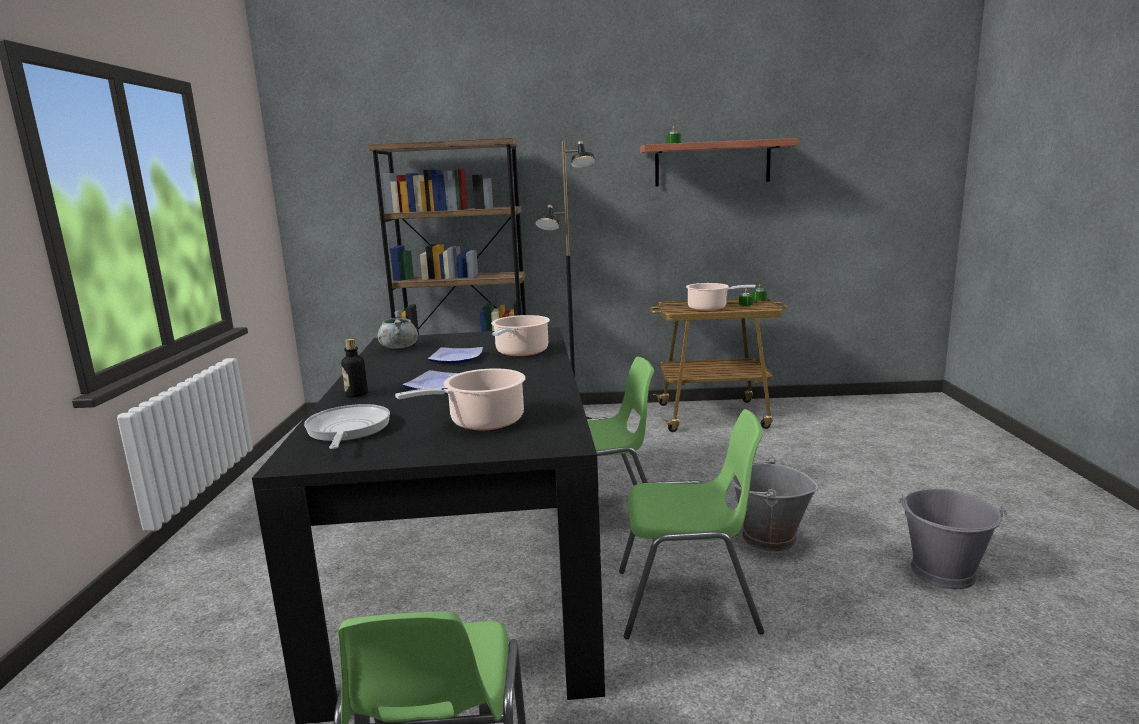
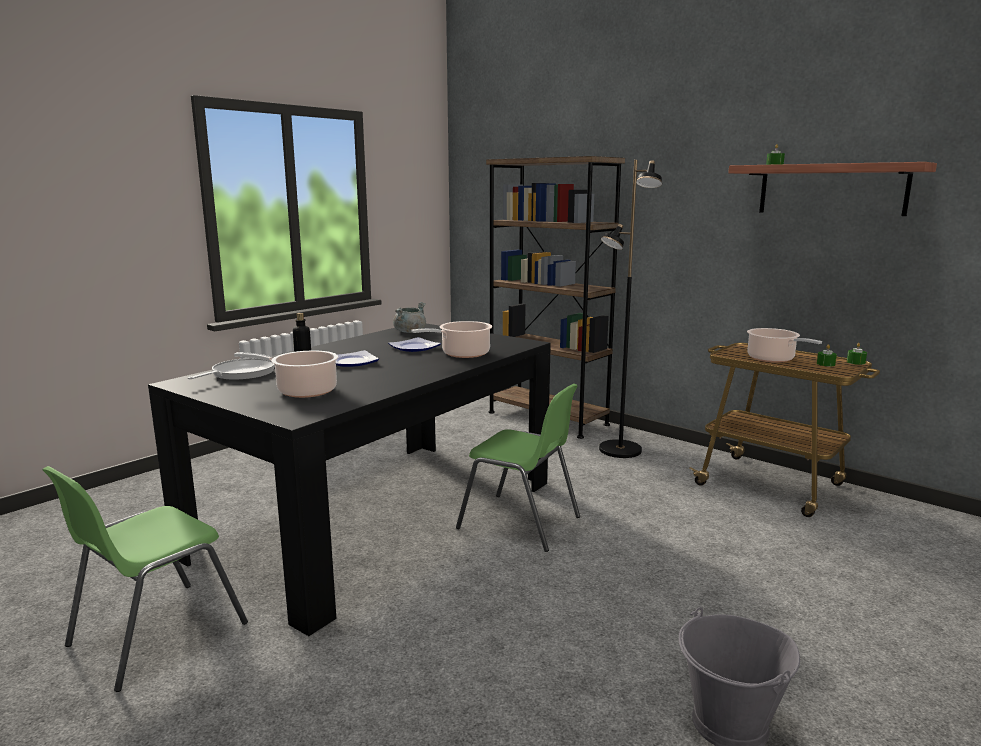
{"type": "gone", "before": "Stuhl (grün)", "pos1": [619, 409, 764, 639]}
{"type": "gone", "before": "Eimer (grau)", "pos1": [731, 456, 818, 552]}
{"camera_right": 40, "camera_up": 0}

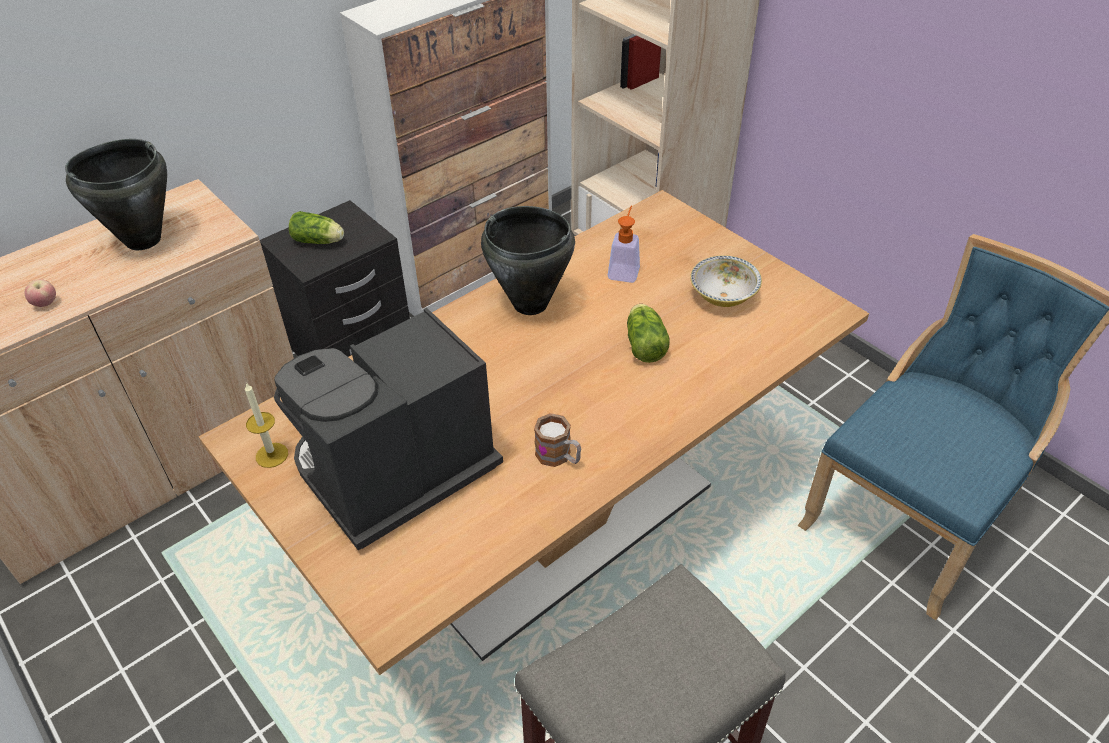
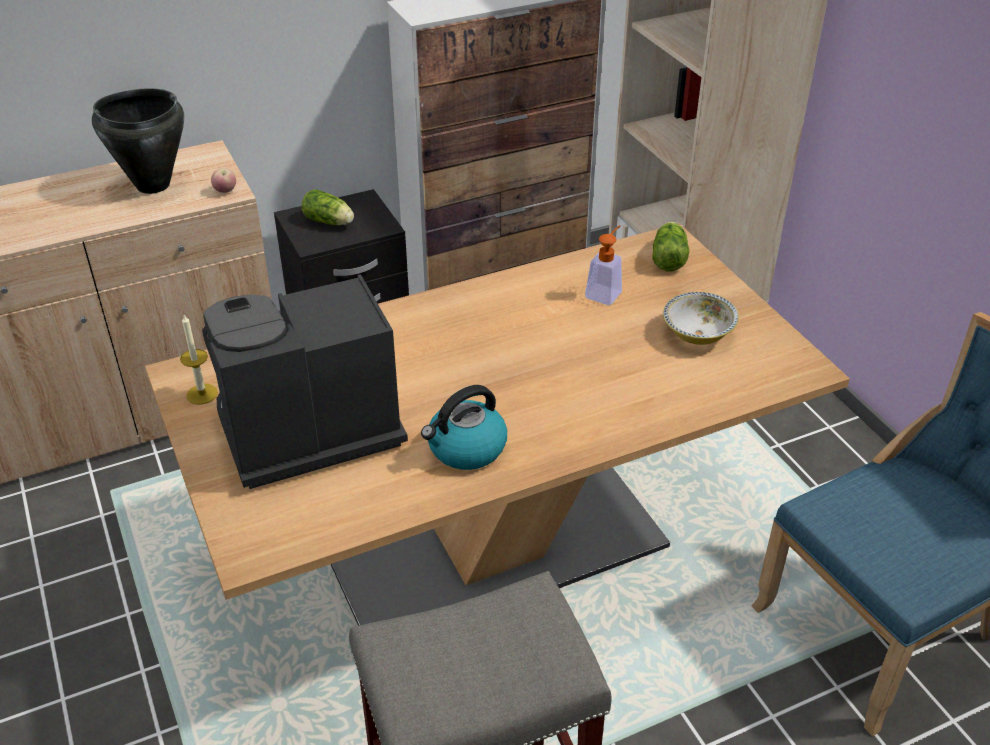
{"type": "shifted", "before": "Apfel", "pos1": [24, 279, 56, 307], "pos2": [211, 168, 236, 193]}
{"type": "swapped", "before": "Henkelbecher", "after": "Wasserkessel", "pos1": [534, 413, 581, 467], "pos2": [421, 385, 507, 470]}
{"type": "shifted", "before": "Salatkopf", "pos1": [627, 304, 670, 363], "pos2": [652, 222, 689, 271]}
{"type": "gone", "before": "Kochtopf (schwarz)", "pos1": [481, 206, 575, 315]}
{"camera_right": 15, "camera_up": -5}

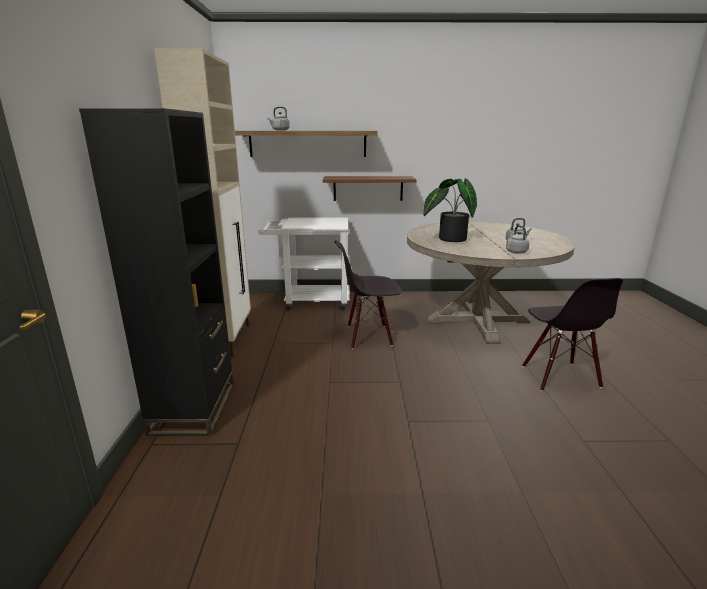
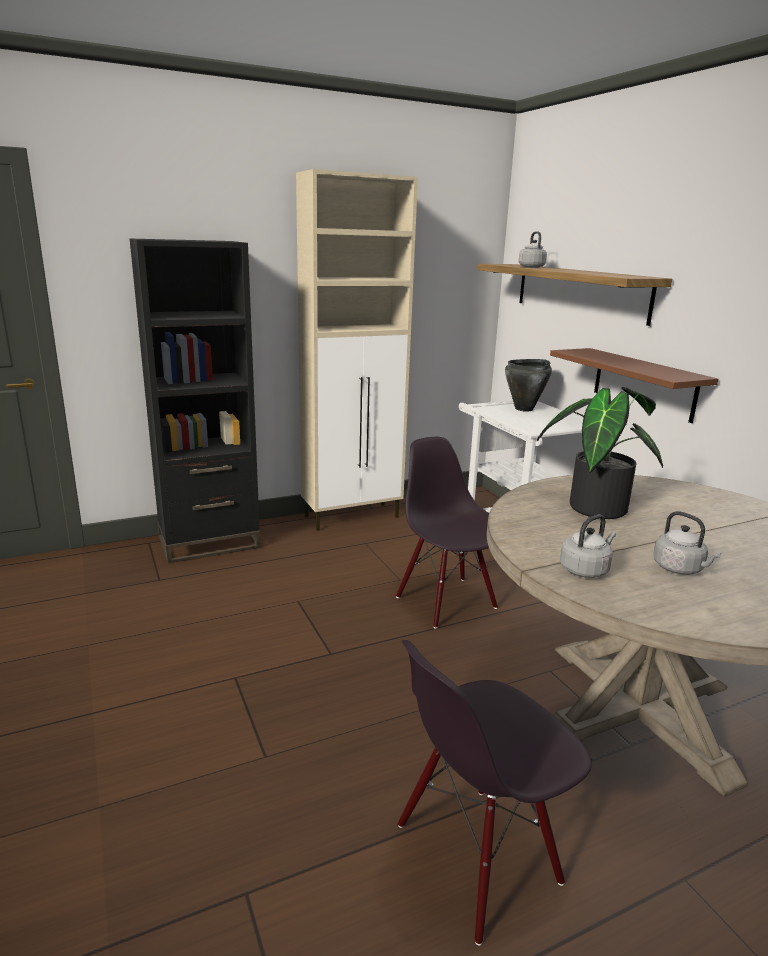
{"type": "new", "after": "Kochtopf (schwarz)", "pos2": [505, 359, 552, 412]}
{"camera_right": 65, "camera_up": 0}

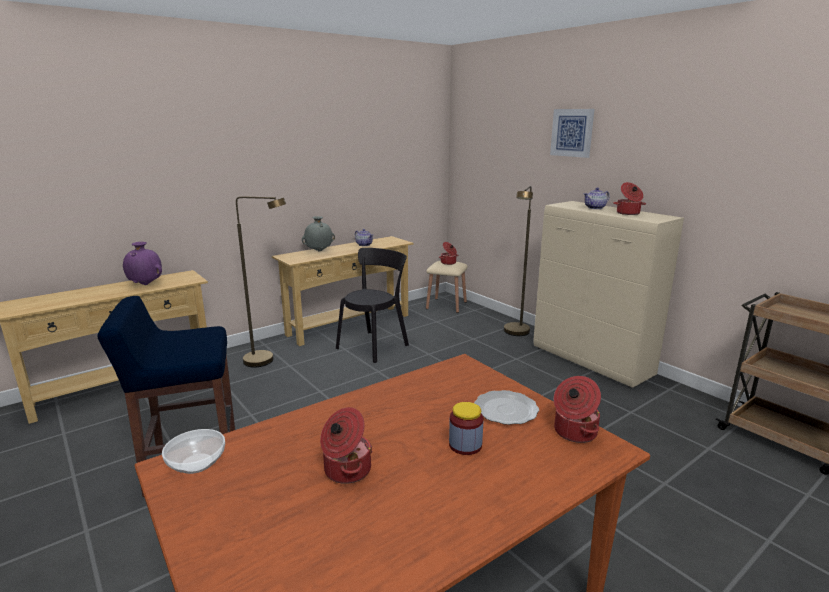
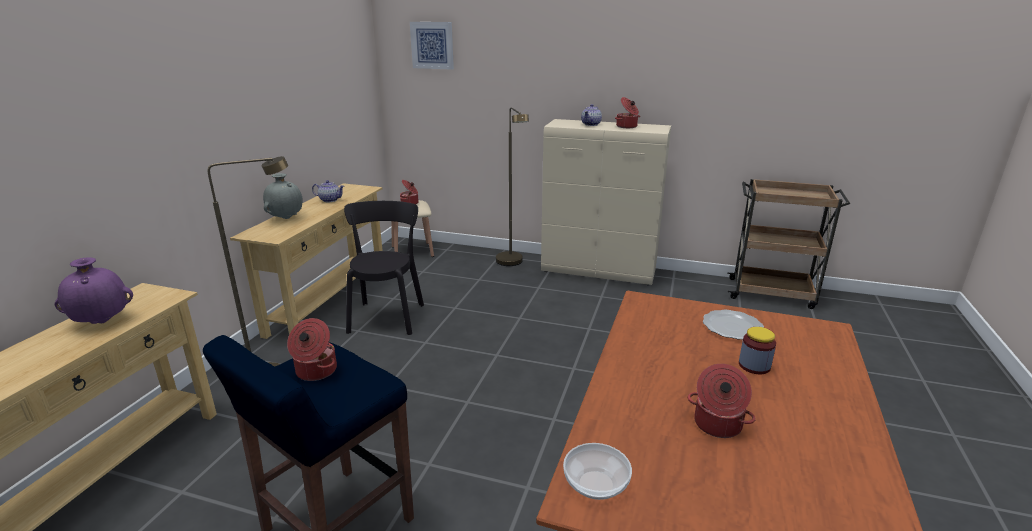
{"type": "shifted", "before": "Kochtopf", "pos1": [554, 376, 601, 443], "pos2": [287, 318, 337, 381]}
{"type": "shifted", "before": "Bild", "pos1": [550, 109, 594, 158], "pos2": [410, 22, 454, 70]}
{"camera_right": -35, "camera_up": 5}

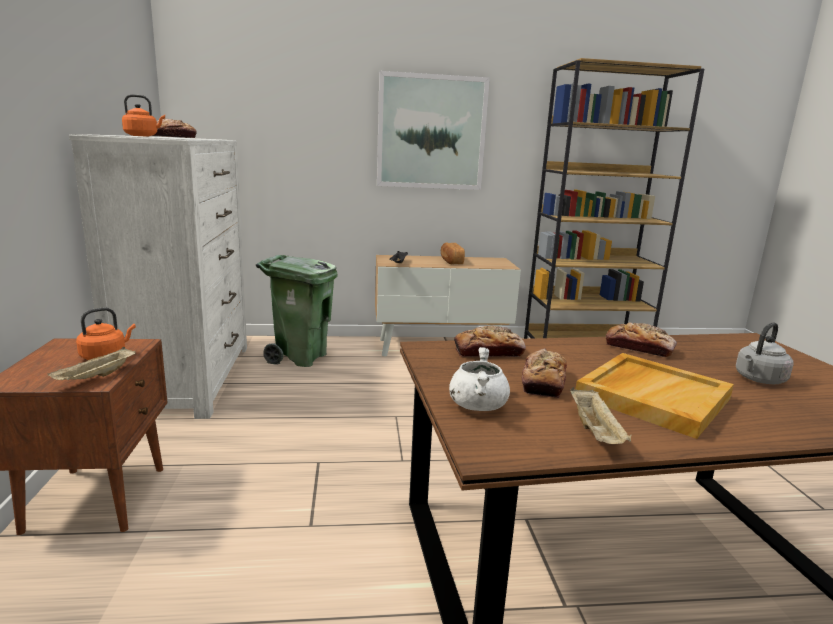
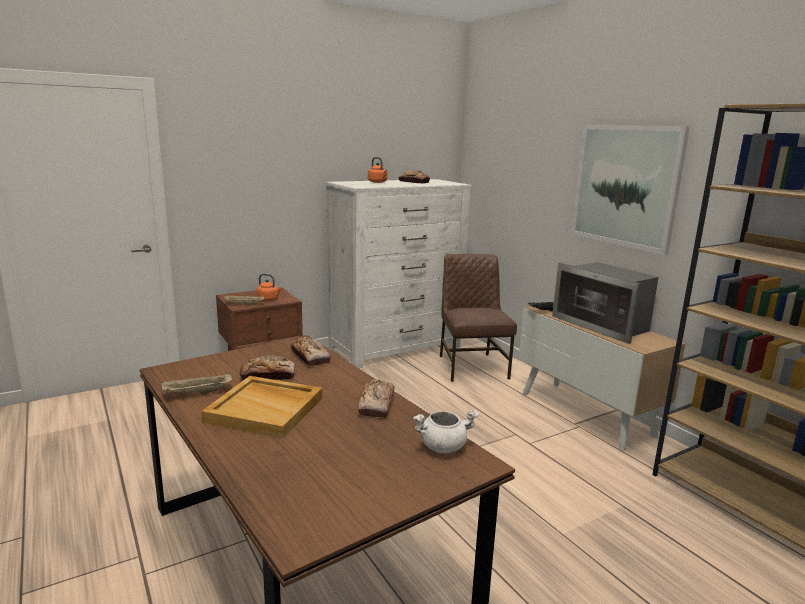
{"type": "shifted", "before": "Kochtopf (weiß)", "pos1": [449, 347, 510, 411], "pos2": [413, 410, 479, 453]}
{"type": "swapped", "before": "Mülleimer (grün)", "after": "Stuhl (braun)", "pos1": [256, 255, 338, 367], "pos2": [440, 254, 517, 382]}
{"type": "swapped", "before": "Brot", "after": "Mikrowelle", "pos1": [441, 242, 465, 264], "pos2": [552, 262, 659, 344]}
{"type": "gone", "before": "Wasserkessel (grau)", "pos1": [736, 322, 794, 384]}
{"camera_right": 65, "camera_up": 0}

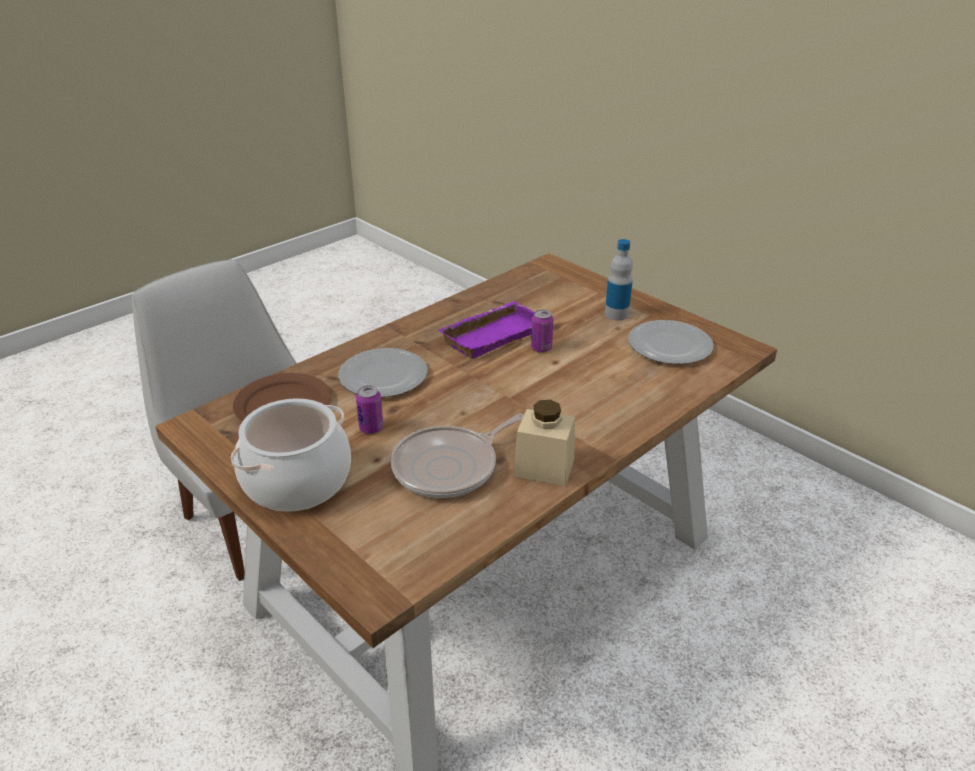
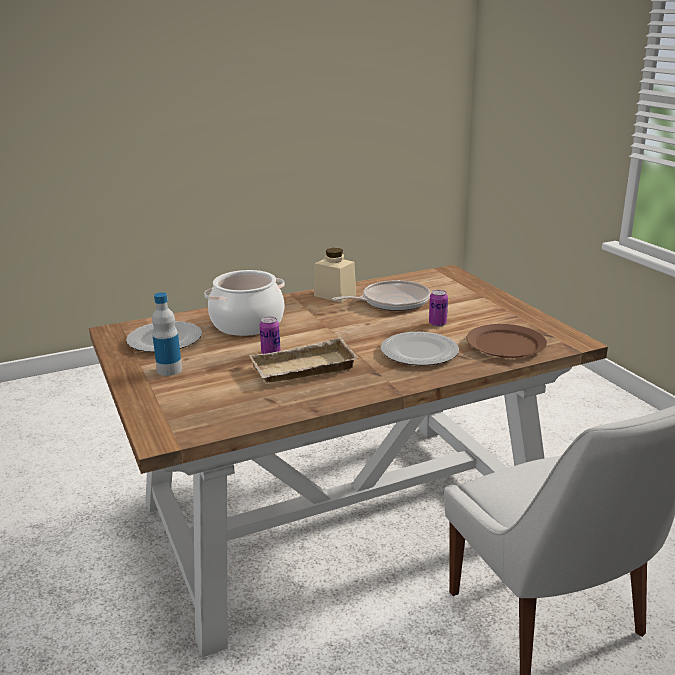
{"type": "shifted", "before": "Kochtopf", "pos1": [231, 398, 351, 512], "pos2": [204, 270, 285, 336]}
{"type": "repainted", "before": "Tablett (lila)", "after": "Tablett (beige)", "pos1": [438, 301, 534, 359], "pos2": [249, 337, 359, 383]}
{"camera_right": -160, "camera_up": -10}

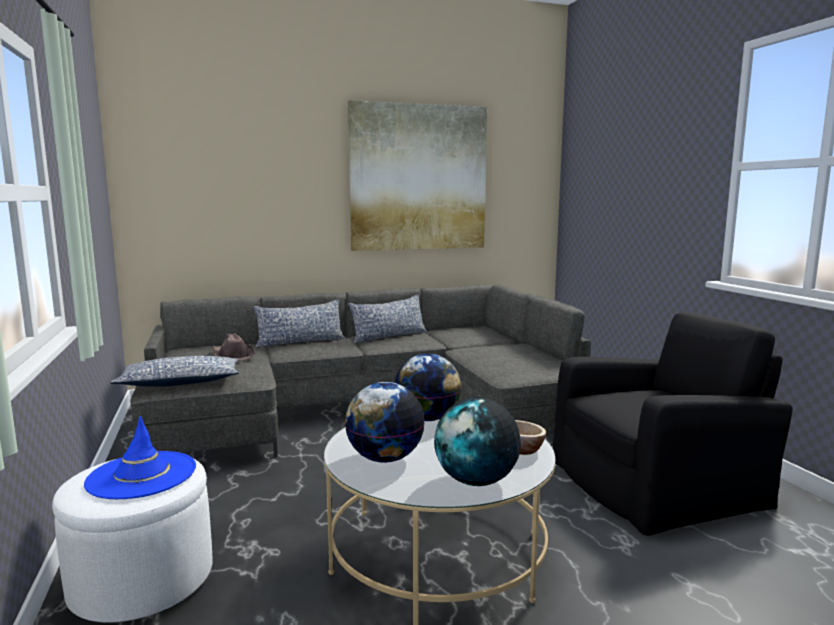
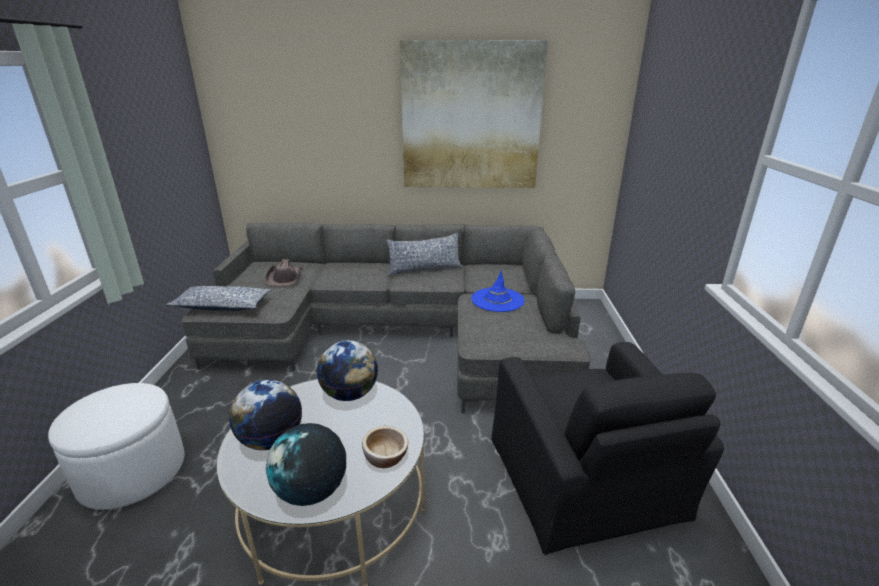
{"type": "shifted", "before": "Hut (blau)", "pos1": [84, 416, 196, 499], "pos2": [471, 271, 525, 312]}
{"type": "rotated", "before": "Sessel (schwarz)", "pos1": [553, 312, 793, 536], "pos2": [491, 342, 724, 555], "turn": 75}
{"type": "gone", "before": "Kissen", "pos1": [253, 299, 345, 348]}
{"camera_right": 20, "camera_up": 15}

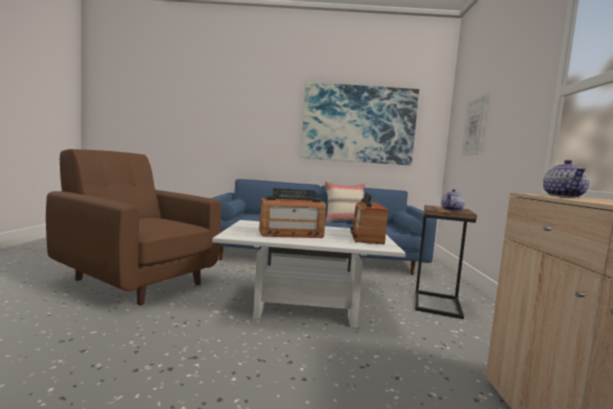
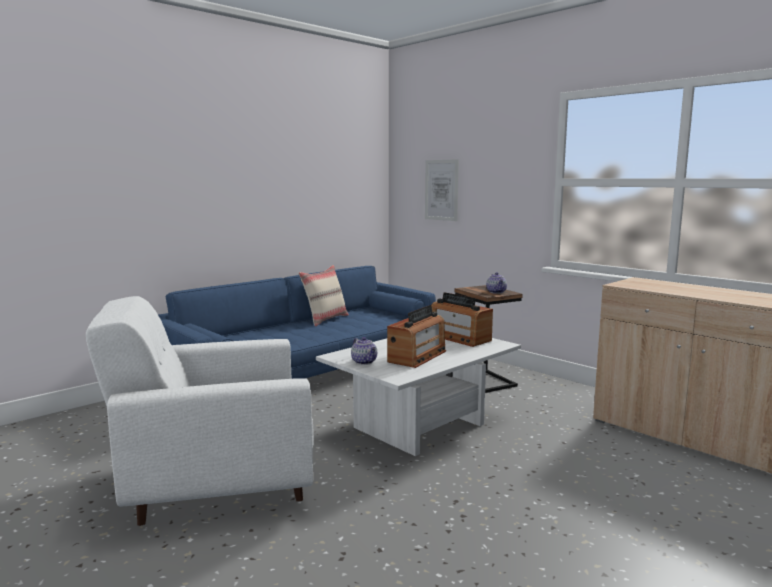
{"type": "repainted", "before": "Sessel (braun)", "after": "Sessel (weiß)", "pos1": [46, 149, 221, 305], "pos2": [86, 296, 314, 526]}
{"type": "shifted", "before": "Teekanne", "pos1": [543, 160, 589, 198], "pos2": [351, 337, 377, 365]}
{"type": "gone", "before": "Bild", "pos1": [301, 82, 419, 165]}
{"camera_right": -45, "camera_up": 5}

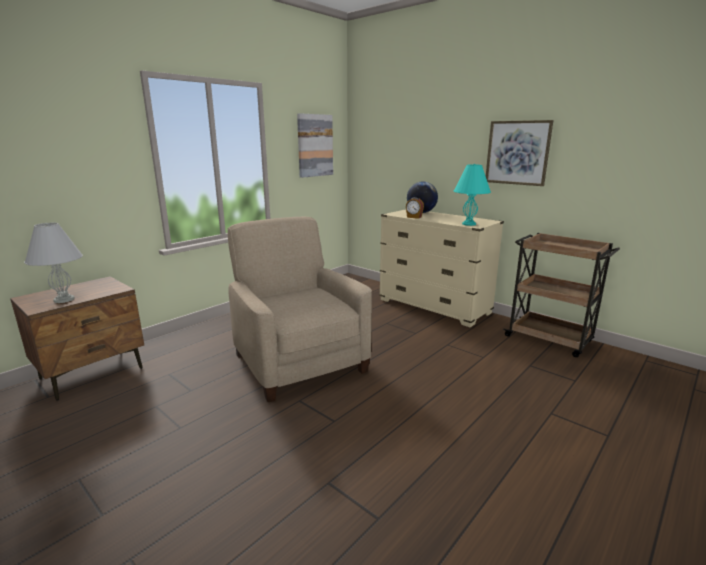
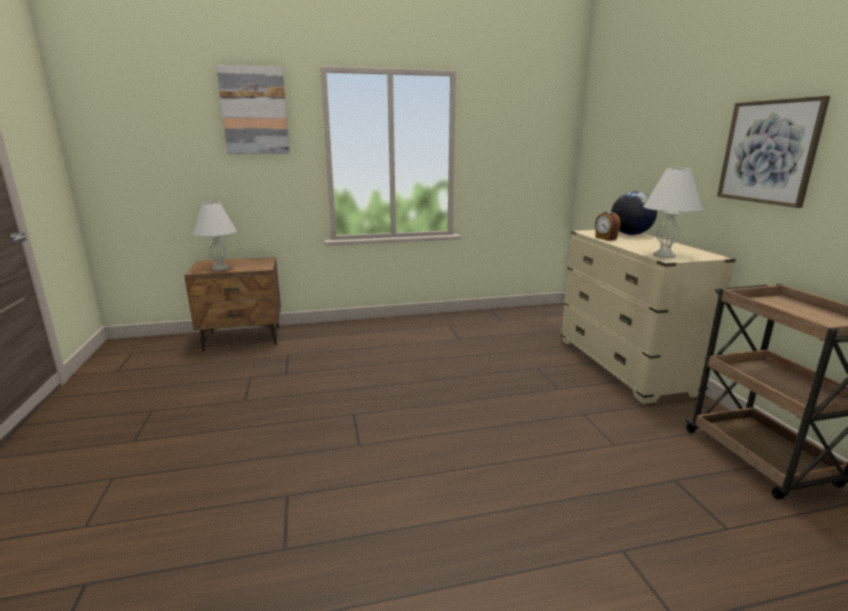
{"type": "shifted", "before": "Bild", "pos1": [297, 113, 333, 178], "pos2": [216, 65, 290, 154]}
{"type": "repainted", "before": "Tischlampe (türkis)", "after": "Tischlampe (weiß)", "pos1": [453, 164, 491, 226], "pos2": [643, 167, 703, 258]}
{"type": "gone", "before": "Sessel (beige)", "pos1": [228, 217, 372, 402]}
{"camera_right": 35, "camera_up": 0}

